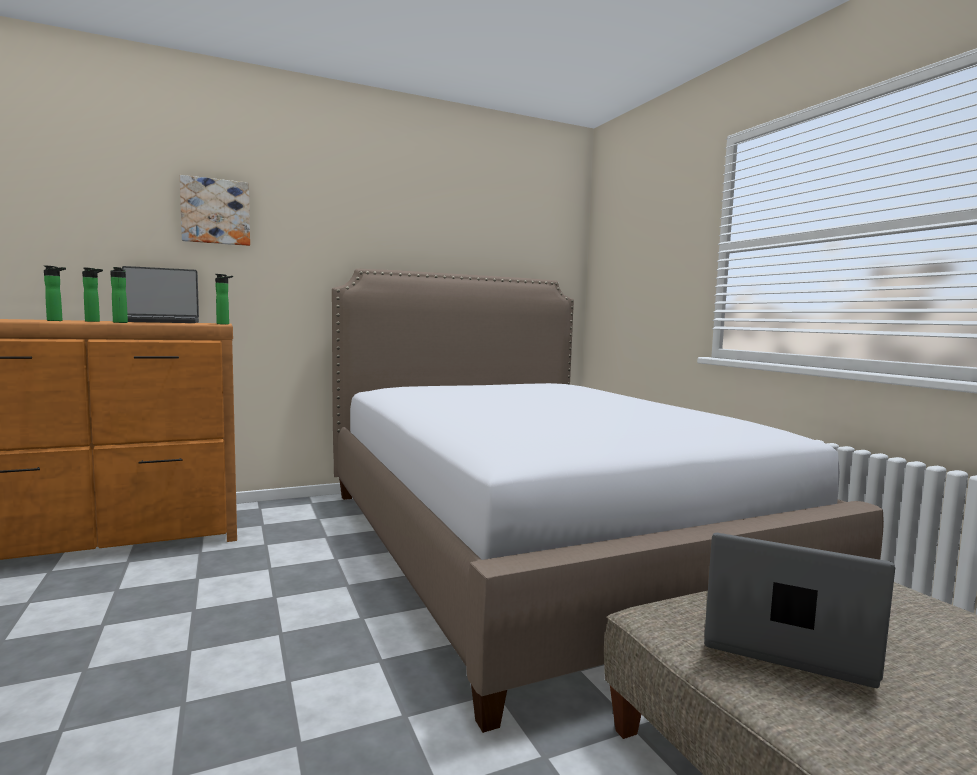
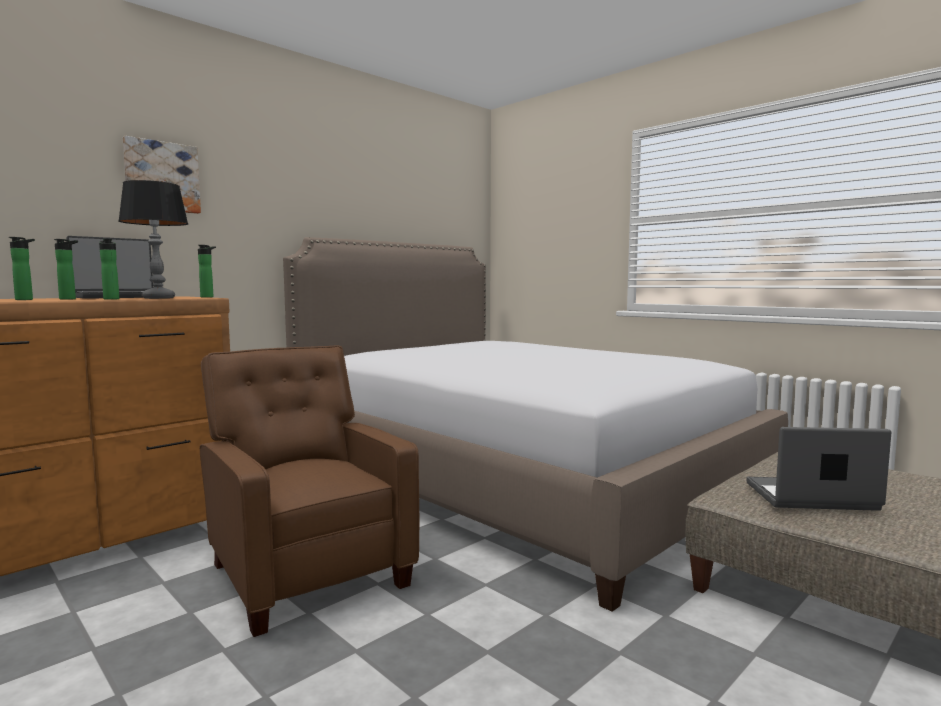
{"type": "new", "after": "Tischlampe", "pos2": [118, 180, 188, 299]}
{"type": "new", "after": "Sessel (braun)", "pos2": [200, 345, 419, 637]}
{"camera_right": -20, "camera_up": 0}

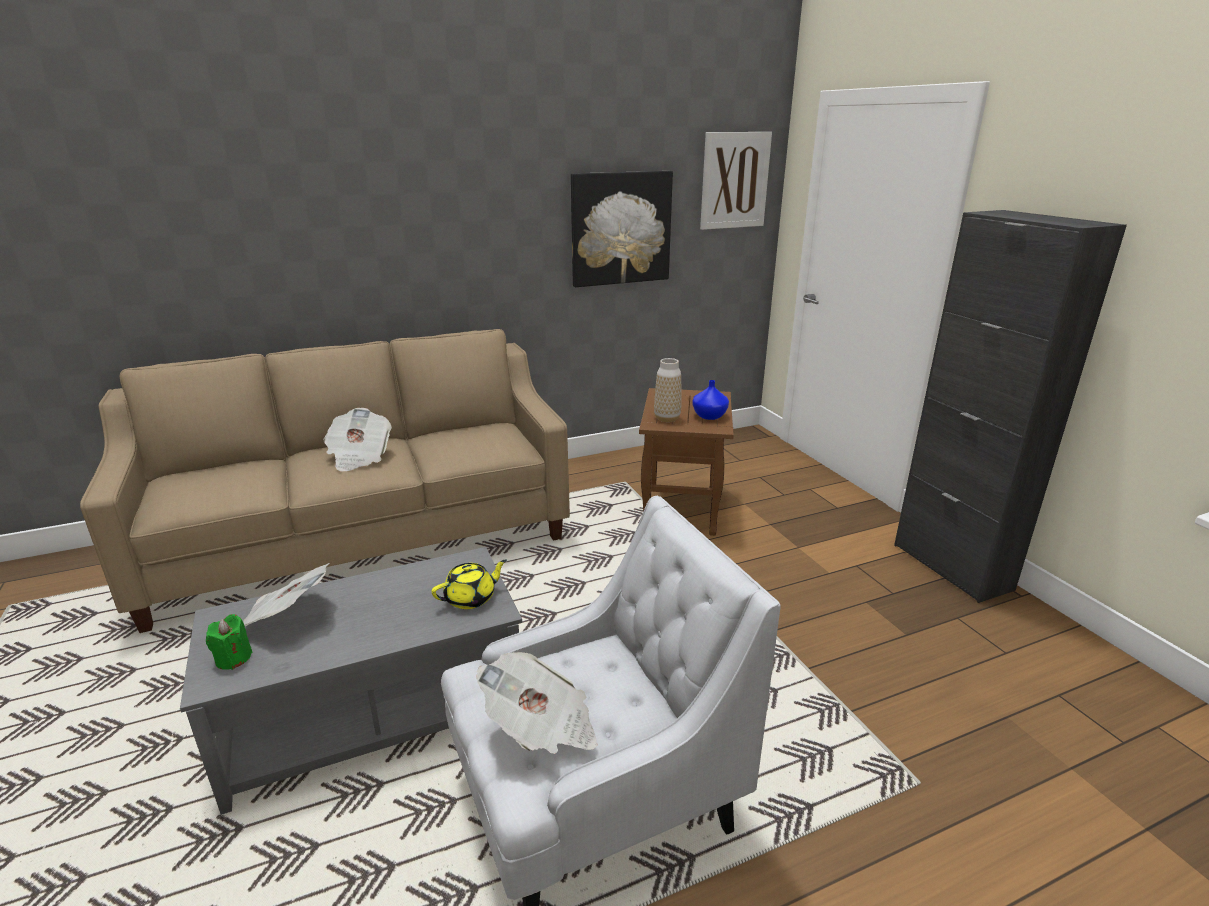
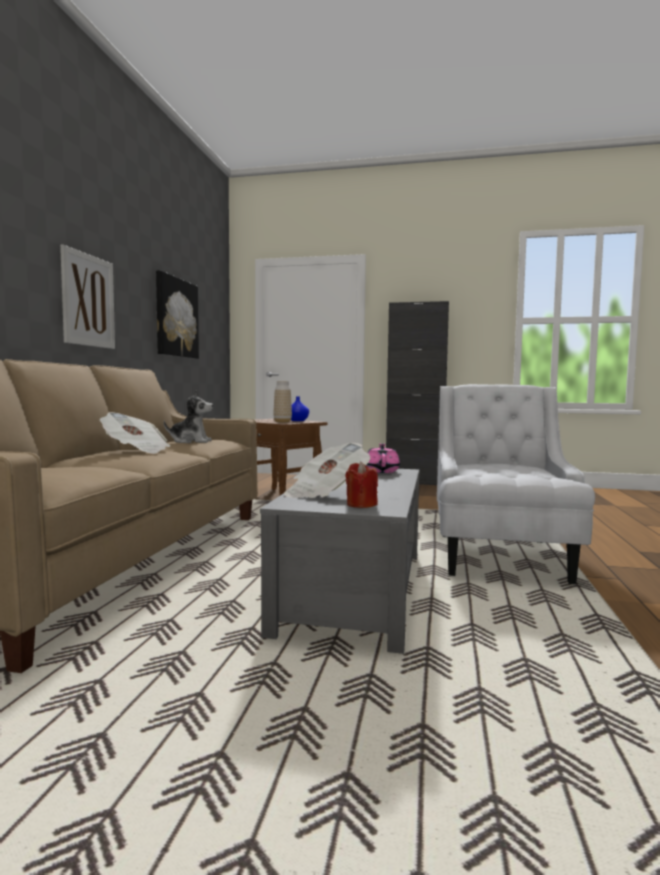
{"type": "shifted", "before": "Bild", "pos1": [700, 132, 772, 230], "pos2": [60, 245, 115, 349]}
{"type": "new", "after": "Plüschtier", "pos2": [164, 390, 213, 443]}
{"type": "repainted", "before": "Kerze (grün)", "after": "Kerze (rot)", "pos1": [206, 614, 252, 670], "pos2": [345, 462, 378, 508]}
{"type": "repainted", "before": "Teekanne (gelb)", "after": "Teekanne (rosa)", "pos1": [431, 559, 507, 609], "pos2": [366, 443, 400, 473]}
{"type": "gone", "before": "Zeitung", "pos1": [476, 652, 598, 754]}
{"camera_right": -55, "camera_up": -20}

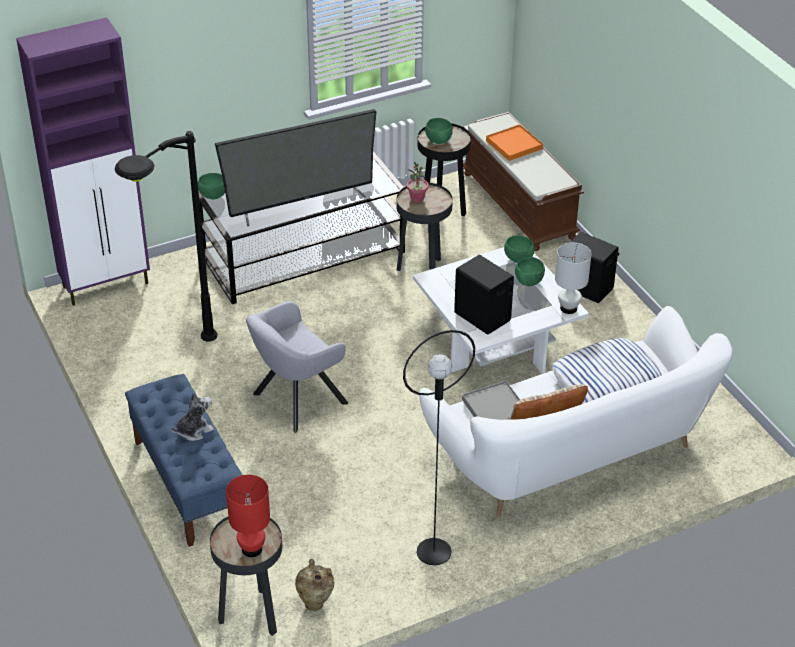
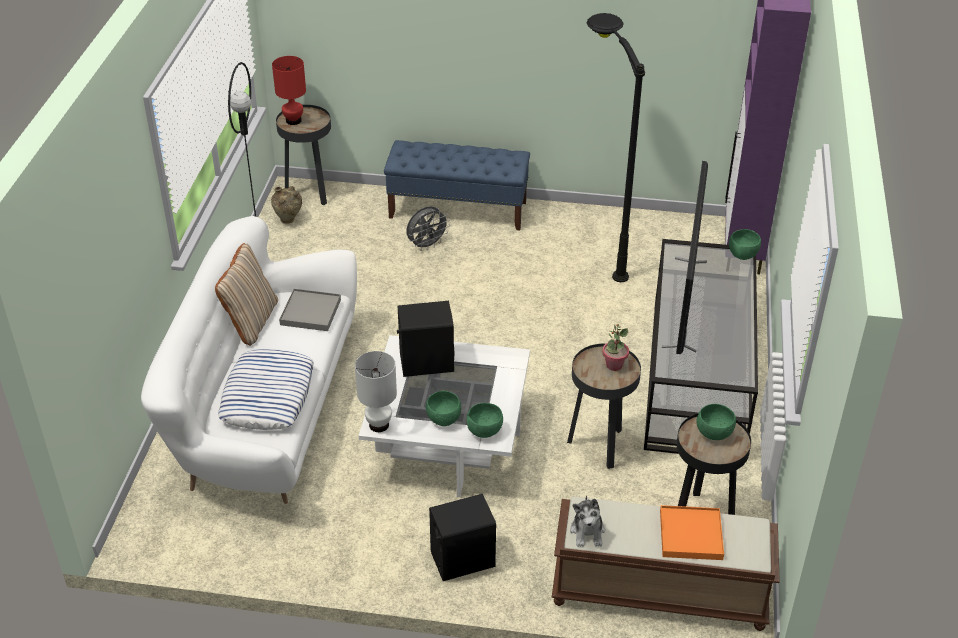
{"type": "new", "after": "Ventilator (grau)", "pos2": [406, 206, 450, 251]}
{"type": "shifted", "before": "Plüschtier", "pos1": [171, 392, 214, 441], "pos2": [570, 495, 605, 547]}
{"type": "gone", "before": "Sessel (grau)", "pos1": [246, 301, 348, 433]}
{"camera_right": 125, "camera_up": 0}

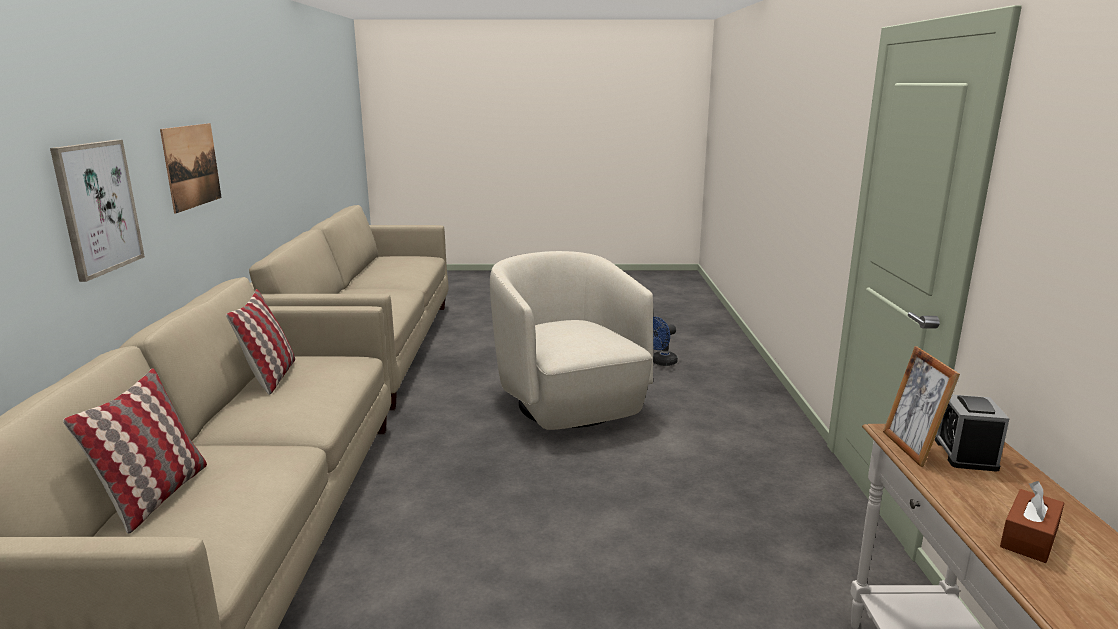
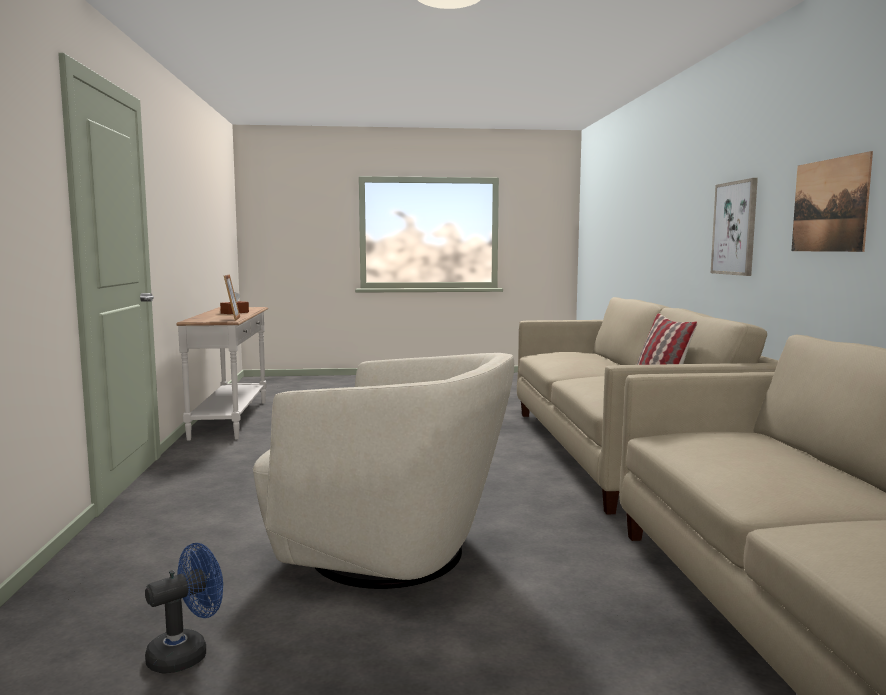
{"type": "rotated", "before": "Sessel (beige)", "pos1": [490, 251, 653, 430], "pos2": [253, 353, 514, 589], "turn": -45}
{"type": "gone", "before": "Kissen", "pos1": [63, 368, 207, 534]}
{"type": "gone", "before": "Wecker", "pos1": [935, 395, 1009, 472]}
{"camera_right": 175, "camera_up": -10}

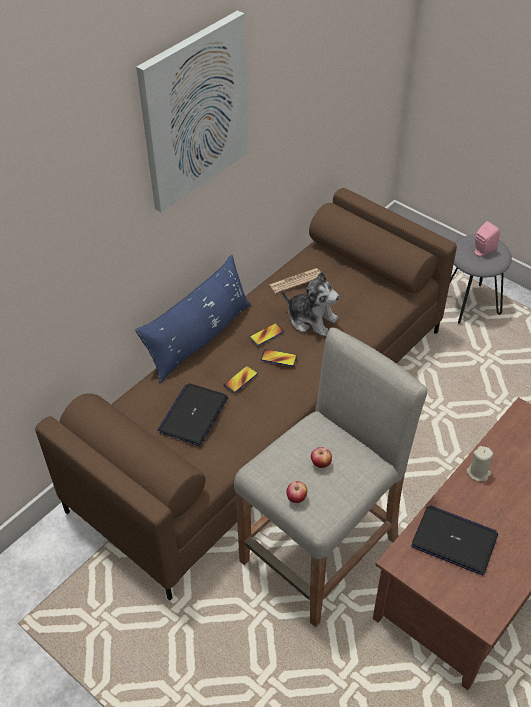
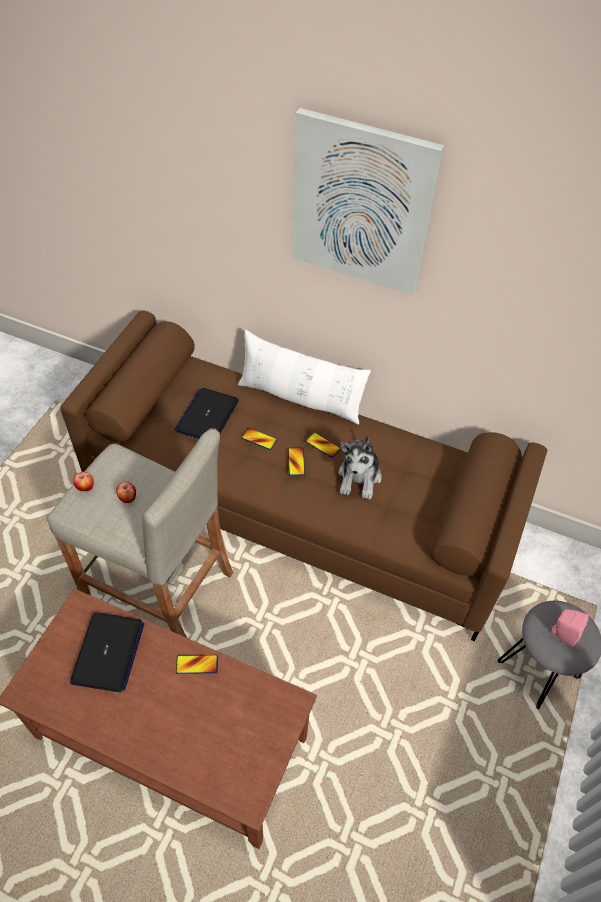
{"type": "rotated", "before": "Laptop", "pos1": [157, 383, 228, 446], "pos2": [175, 388, 239, 439], "turn": -75}
{"type": "swapped", "before": "Kerze (beige)", "after": "Handy", "pos1": [466, 446, 493, 481], "pos2": [176, 655, 218, 674]}
{"type": "repainted", "before": "Kissen (blau)", "after": "Kissen (weiß)", "pos1": [135, 255, 251, 383], "pos2": [238, 329, 371, 425]}
{"type": "gone", "before": "Zeitung", "pos1": [269, 268, 320, 294]}
{"camera_right": 70, "camera_up": 5}

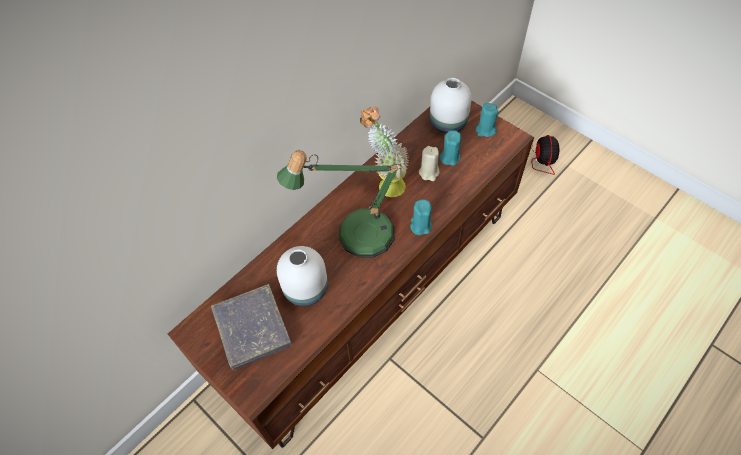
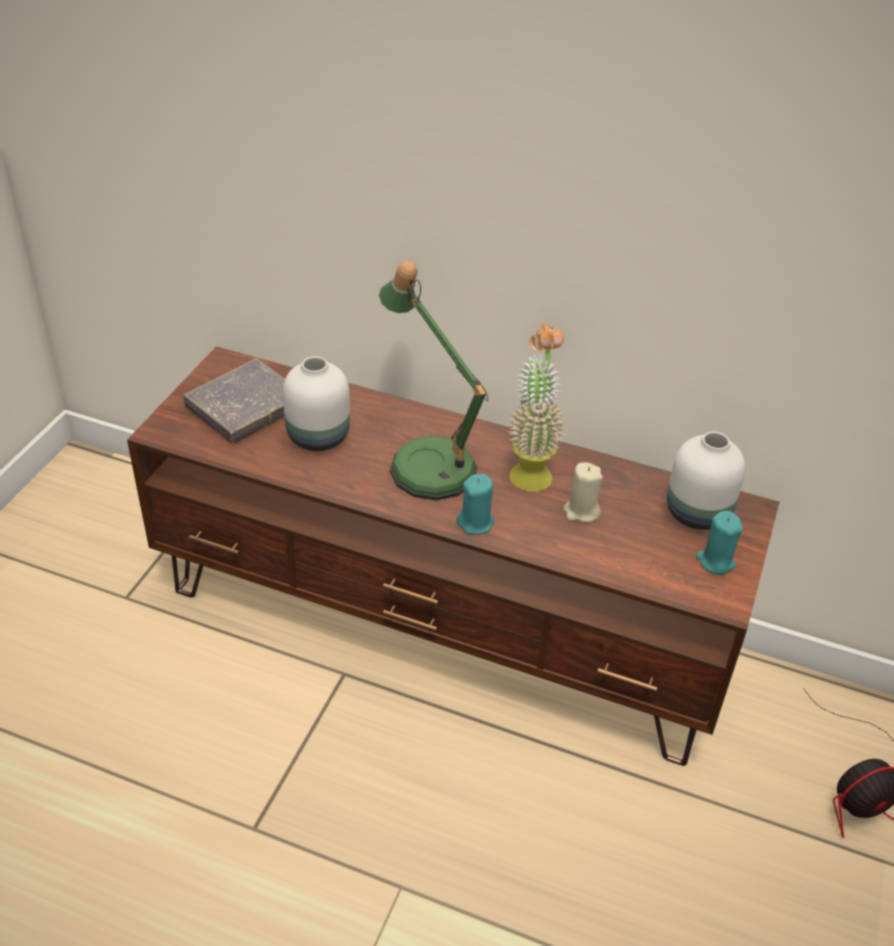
{"type": "gone", "before": "Kerze (türkis)", "pos1": [440, 131, 461, 166]}
{"camera_right": 65, "camera_up": -15}

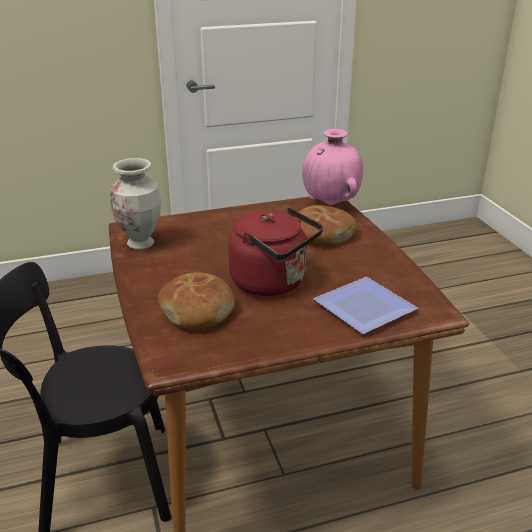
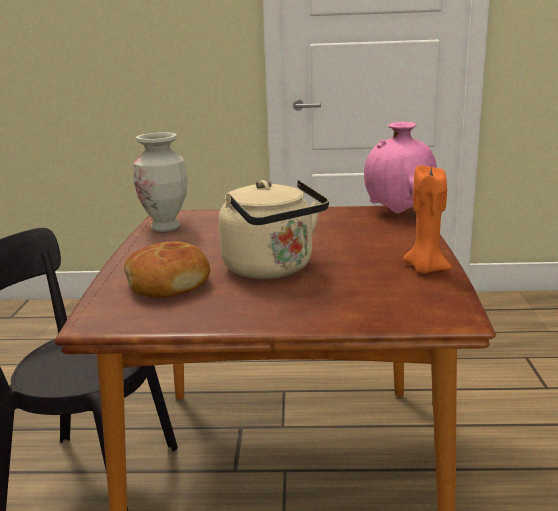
{"type": "repainted", "before": "Wasserkessel (rot)", "after": "Wasserkessel (beige)", "pos1": [228, 207, 323, 296], "pos2": [219, 180, 329, 279]}
{"type": "new", "after": "Kerze (orange)", "pos2": [403, 166, 452, 274]}
{"type": "gone", "before": "Brot", "pos1": [295, 205, 357, 245]}
{"type": "gone", "before": "Teller", "pos1": [313, 277, 418, 334]}
{"camera_right": 20, "camera_up": -10}

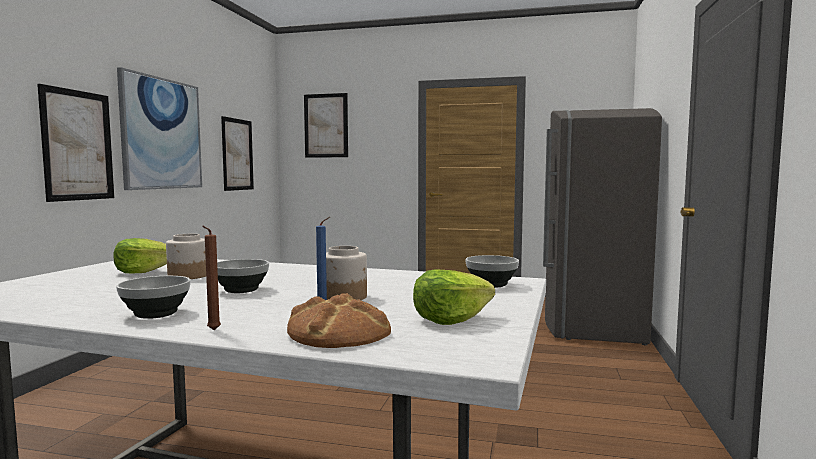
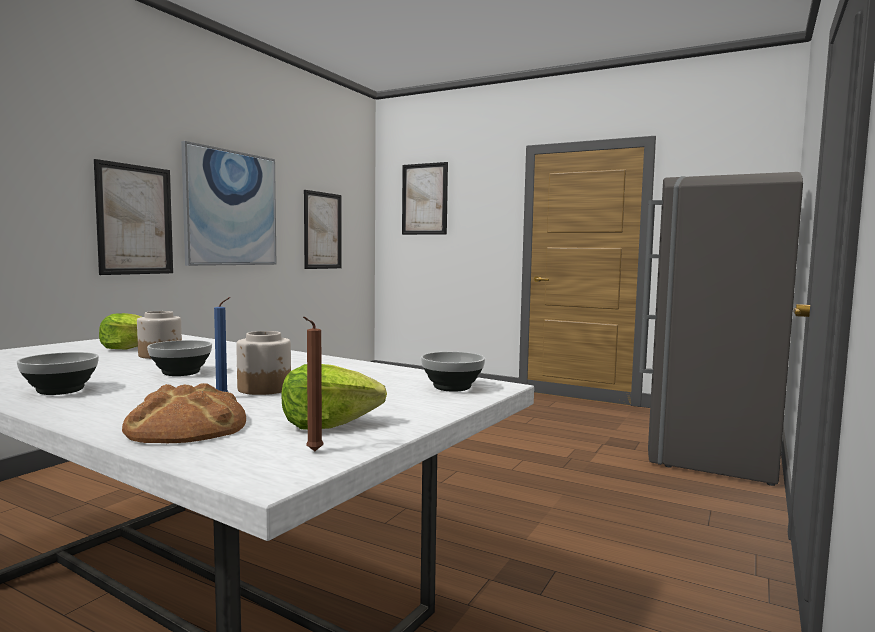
{"type": "shifted", "before": "Kerze (braun)", "pos1": [202, 226, 221, 330], "pos2": [303, 317, 323, 451]}
{"camera_right": 15, "camera_up": 0}

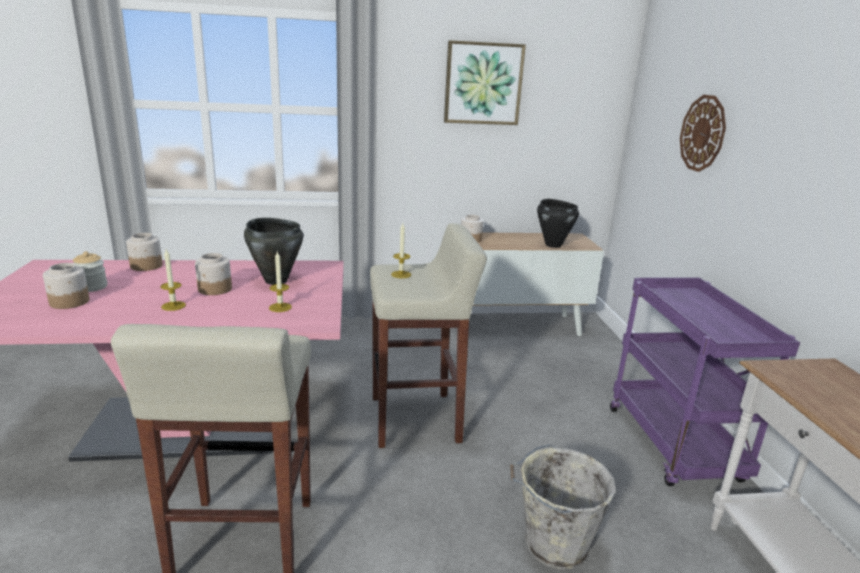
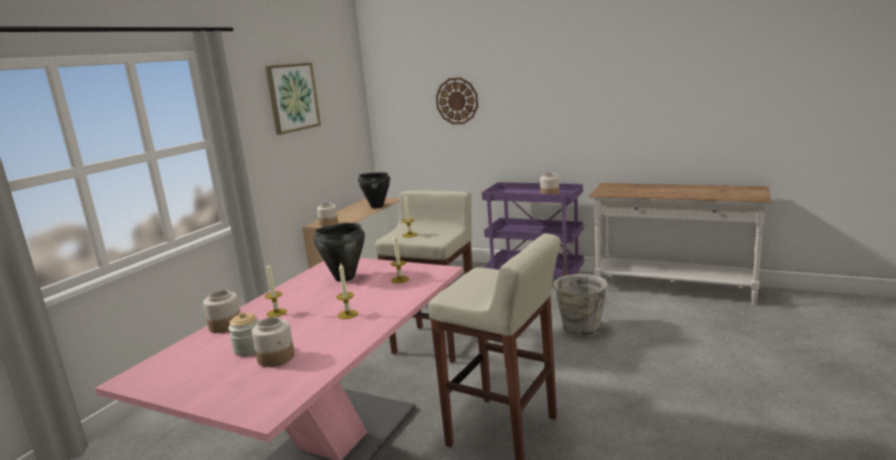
{"type": "new", "after": "Kerze", "pos2": [265, 263, 287, 317]}
{"type": "shifted", "before": "Vorratsglas", "pos1": [195, 253, 232, 295], "pos2": [540, 173, 559, 194]}
{"camera_right": -55, "camera_up": -5}

